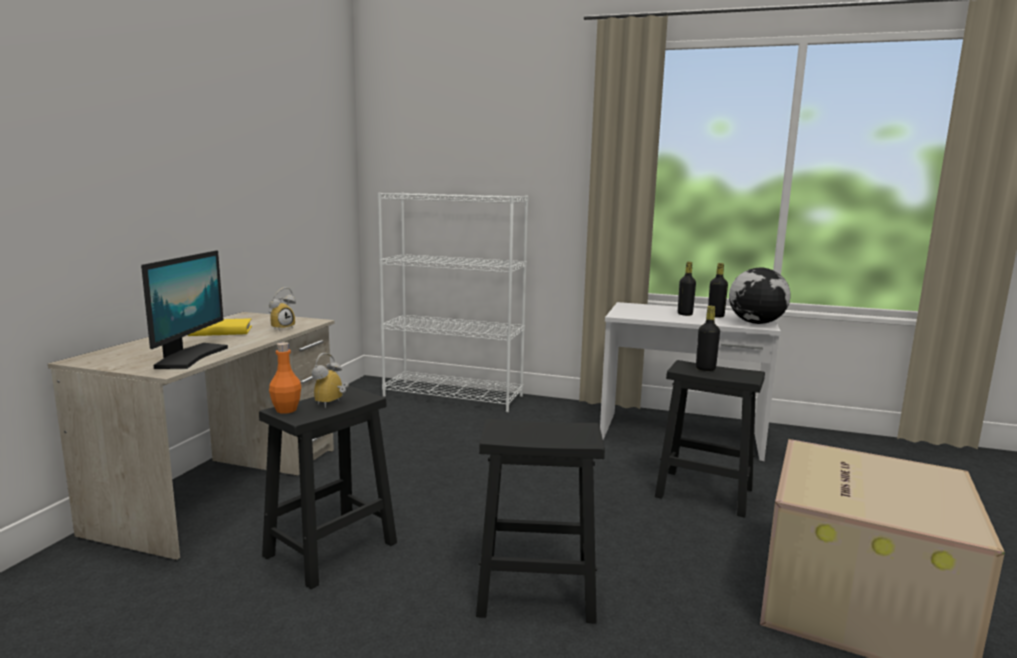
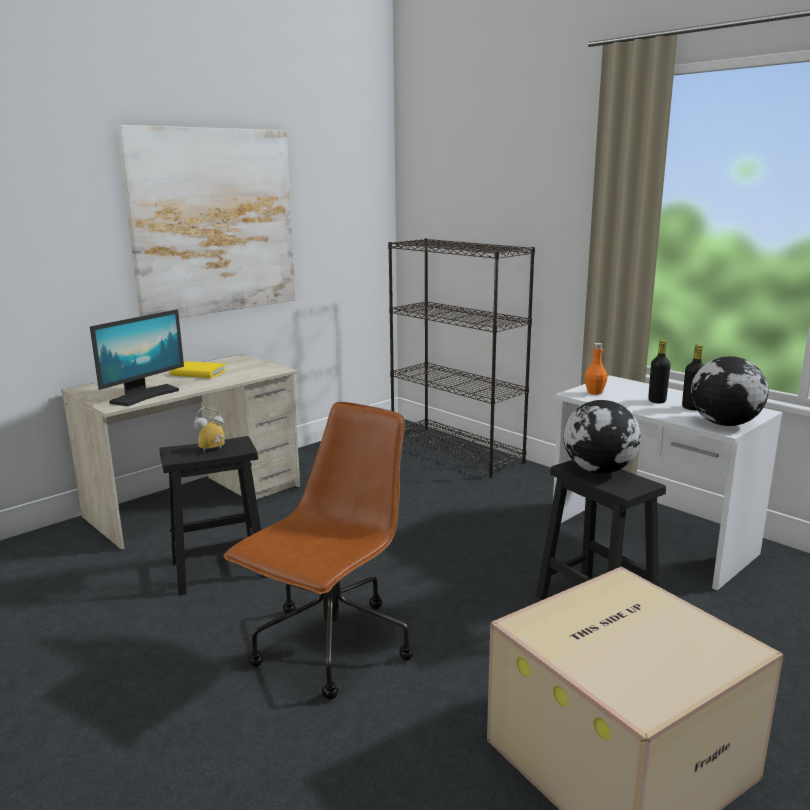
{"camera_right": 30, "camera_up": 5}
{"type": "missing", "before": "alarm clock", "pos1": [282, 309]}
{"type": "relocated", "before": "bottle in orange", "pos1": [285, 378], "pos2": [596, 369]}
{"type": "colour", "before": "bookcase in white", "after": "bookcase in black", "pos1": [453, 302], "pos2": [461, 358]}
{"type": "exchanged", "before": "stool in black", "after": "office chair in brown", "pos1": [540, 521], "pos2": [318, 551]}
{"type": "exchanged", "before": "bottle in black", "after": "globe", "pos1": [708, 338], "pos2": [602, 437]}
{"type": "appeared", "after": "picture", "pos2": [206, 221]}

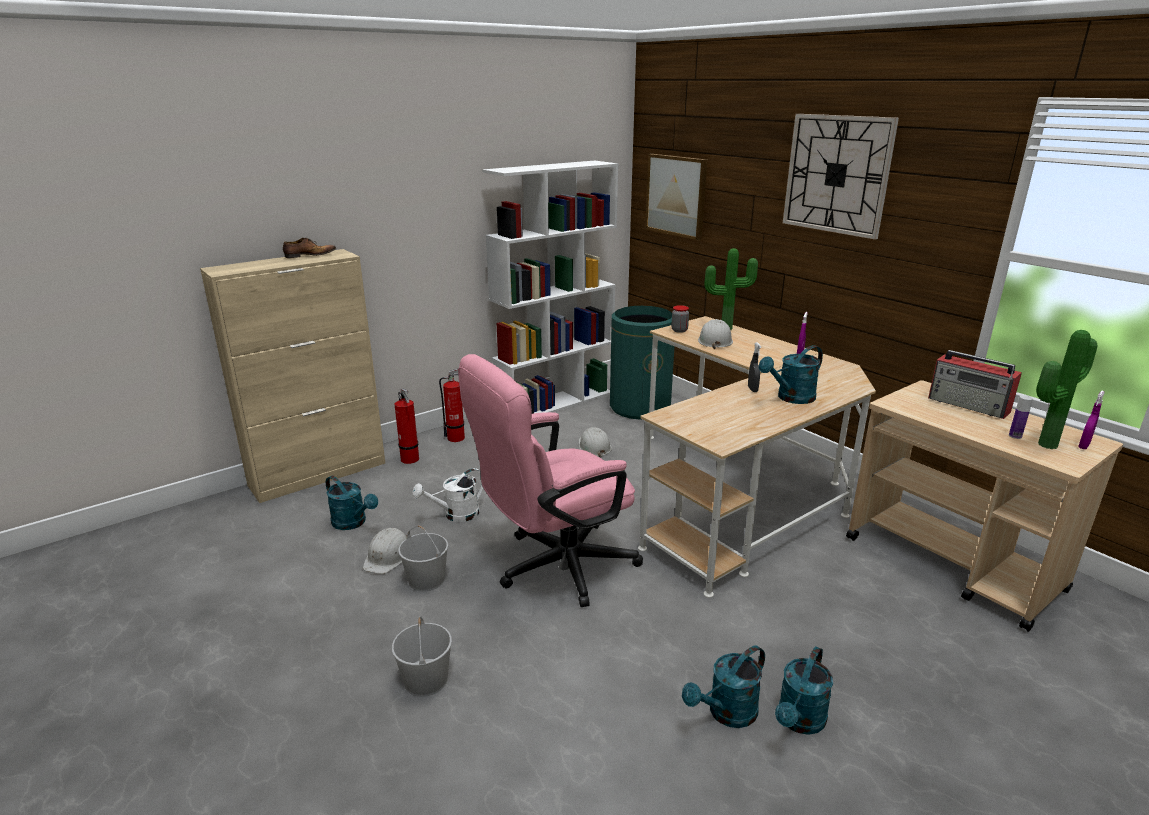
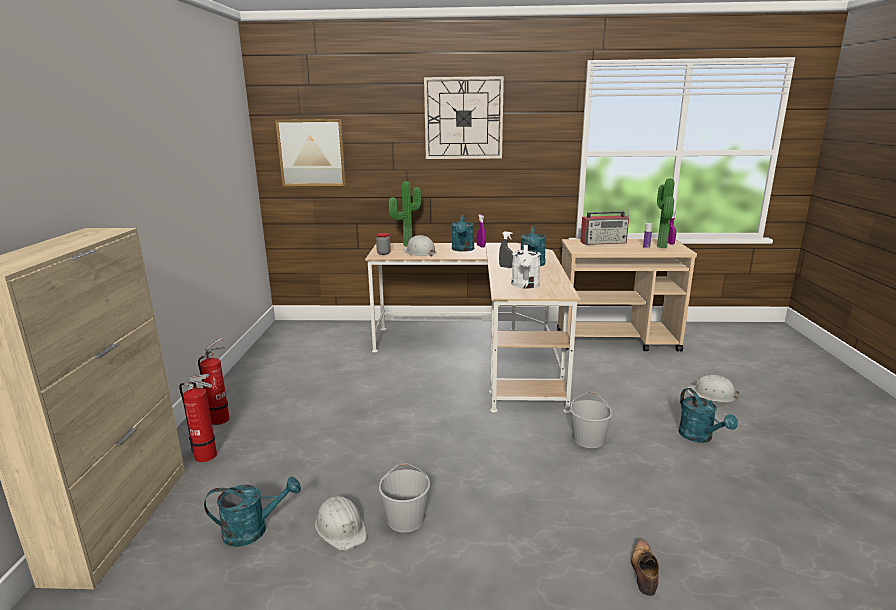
{"camera_right": -50, "camera_up": -5}
{"type": "relocated", "before": "shoe", "pos1": [309, 247], "pos2": [645, 567]}
{"type": "relocated", "before": "bucket in white", "pos1": [422, 656], "pos2": [591, 420]}
{"type": "relocated", "before": "watering can in white", "pos1": [447, 495], "pos2": [526, 265]}
{"type": "missing", "before": "office chair in pink", "pos1": [550, 480]}
{"type": "missing", "before": "bookcase in white", "pos1": [550, 287]}
{"type": "relocated", "before": "hard hat in white", "pos1": [595, 442], "pos2": [714, 389]}
{"type": "missing", "before": "trash can in green", "pos1": [642, 363]}
{"type": "relocated", "before": "watering can in turquoise", "pos1": [723, 686], "pos2": [463, 233]}

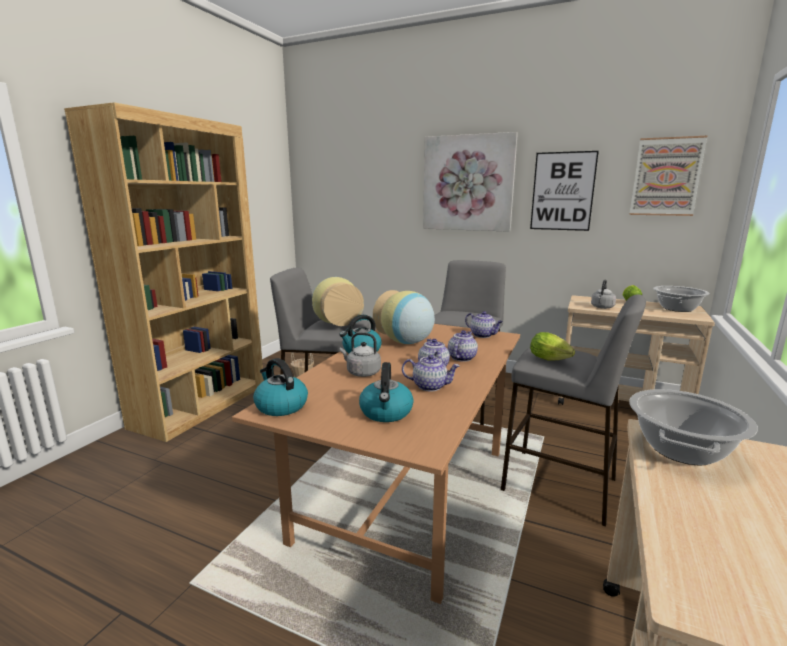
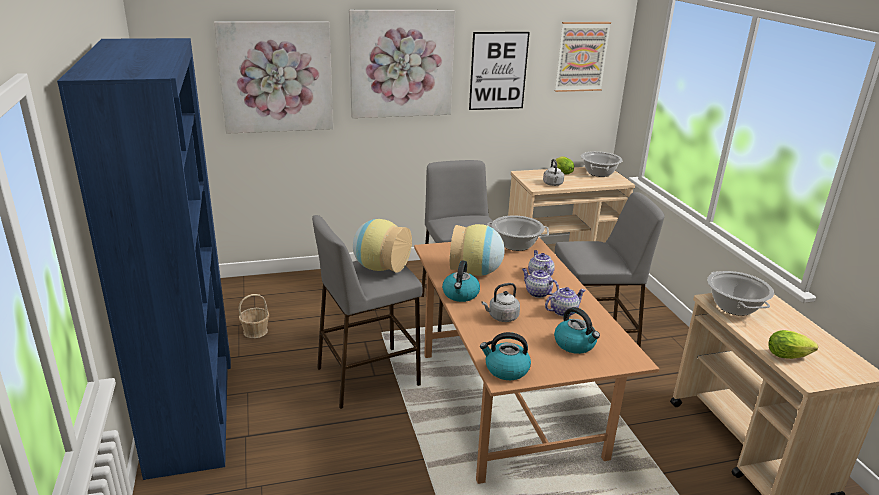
{"camera_right": -40, "camera_up": 10}
{"type": "colour", "before": "bookcase in brown", "after": "bookcase in blue", "pos1": [164, 272], "pos2": [144, 259]}
{"type": "exchanged", "before": "teapot", "after": "cooking pot", "pos1": [484, 324], "pos2": [518, 233]}
{"type": "relocated", "before": "lettuce", "pos1": [552, 346], "pos2": [793, 344]}
{"type": "appeared", "after": "picture", "pos2": [273, 77]}

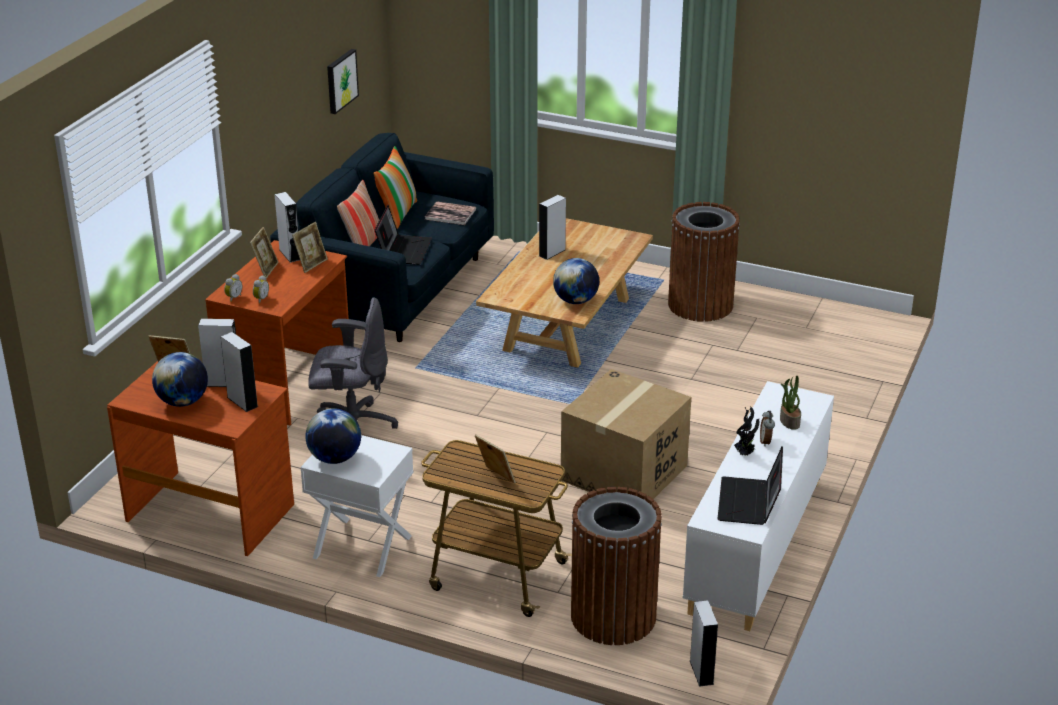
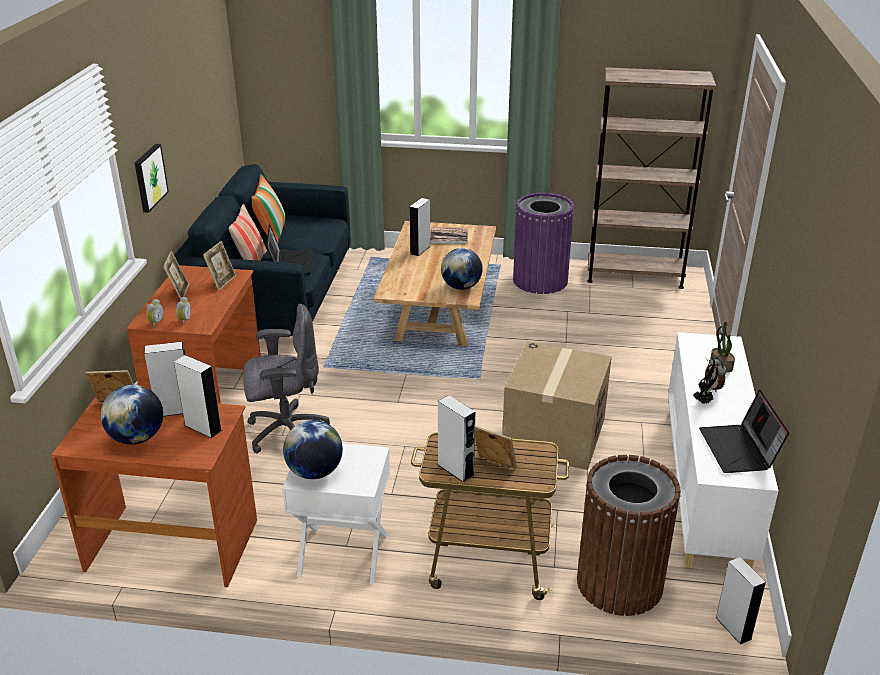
{"camera_right": -15, "camera_up": 0}
{"type": "relocated", "before": "speaker in grey", "pos1": [287, 227], "pos2": [456, 439]}
{"type": "relocated", "before": "picture", "pos1": [343, 81], "pos2": [152, 178]}
{"type": "relocated", "before": "book", "pos1": [450, 213], "pos2": [449, 235]}
{"type": "colour", "before": "trash can in brown", "after": "trash can in purple", "pos1": [704, 262], "pos2": [543, 243]}
{"type": "appeared", "after": "bookcase in brown", "pos2": [651, 178]}

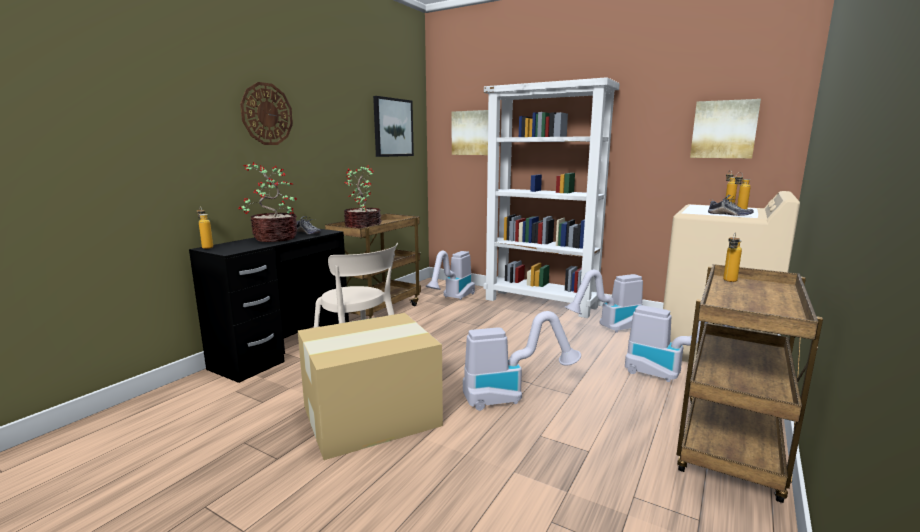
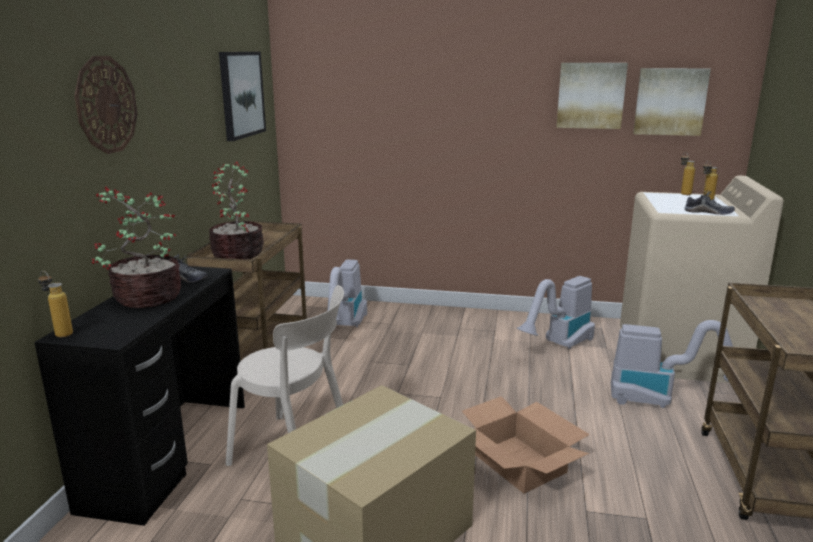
{"camera_right": -20, "camera_up": 5}
{"type": "relocated", "before": "picture", "pos1": [470, 132], "pos2": [592, 96]}
{"type": "exchanged", "before": "vacuum cleaner", "after": "cardboard box", "pos1": [522, 361], "pos2": [526, 444]}
{"type": "missing", "before": "bookcase in white", "pos1": [551, 197]}
{"type": "missing", "before": "bottle", "pos1": [732, 257]}

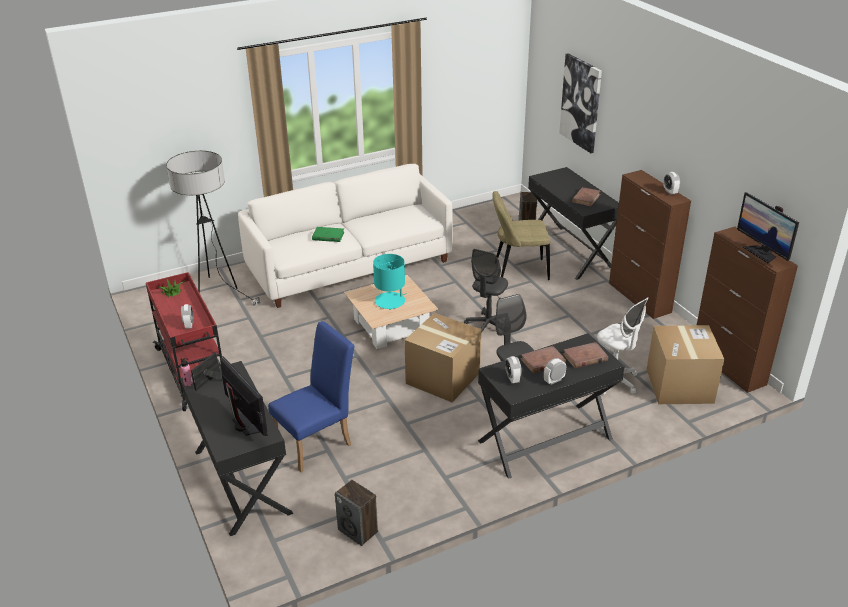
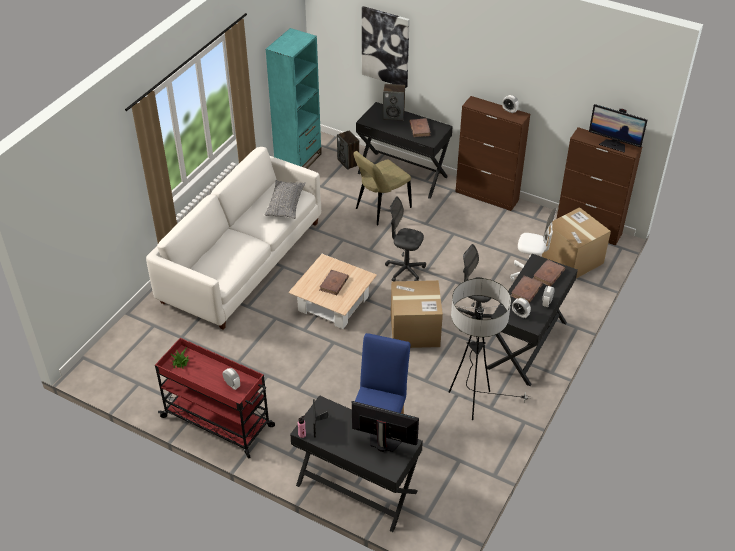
{"camera_right": -35, "camera_up": 10}
{"type": "relocated", "before": "floor lamp", "pos1": [213, 228], "pos2": [489, 349]}
{"type": "missing", "before": "book in green", "pos1": [328, 234]}
{"type": "relocated", "before": "speaker", "pos1": [356, 513], "pos2": [394, 102]}
{"type": "exchanged", "before": "table lamp in turquoise", "after": "book in brown", "pos1": [390, 282], "pos2": [334, 282]}
{"type": "spun", "before": "office chair in grey", "pos1": [486, 291], "pos2": [405, 238], "turn": 120}
{"type": "appeared", "after": "bookcase in turquoise", "pos2": [293, 98]}
{"type": "appeared", "after": "pillow in grey", "pos2": [285, 199]}

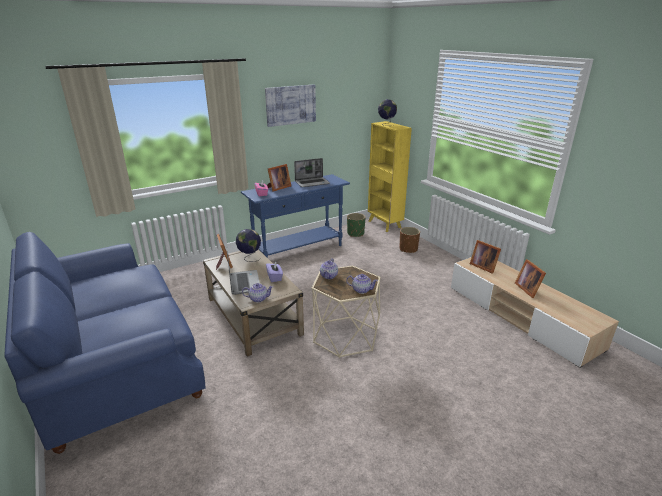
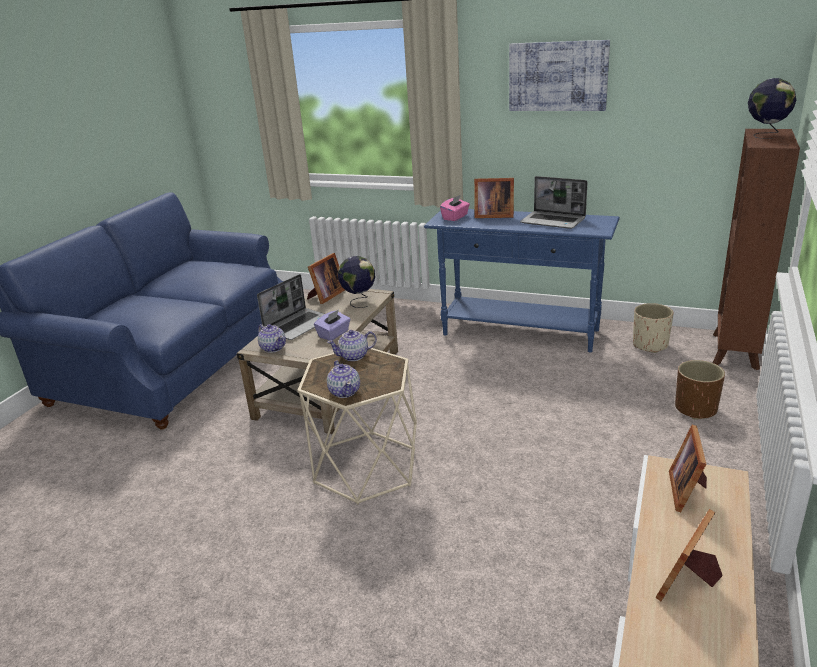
{"camera_right": 55, "camera_up": 0}
{"type": "colour", "before": "planter in green", "after": "planter in beige", "pos1": [356, 225], "pos2": [653, 328]}
{"type": "colour", "before": "bookcase in yellow", "after": "bookcase in brown", "pos1": [390, 176], "pos2": [756, 249]}

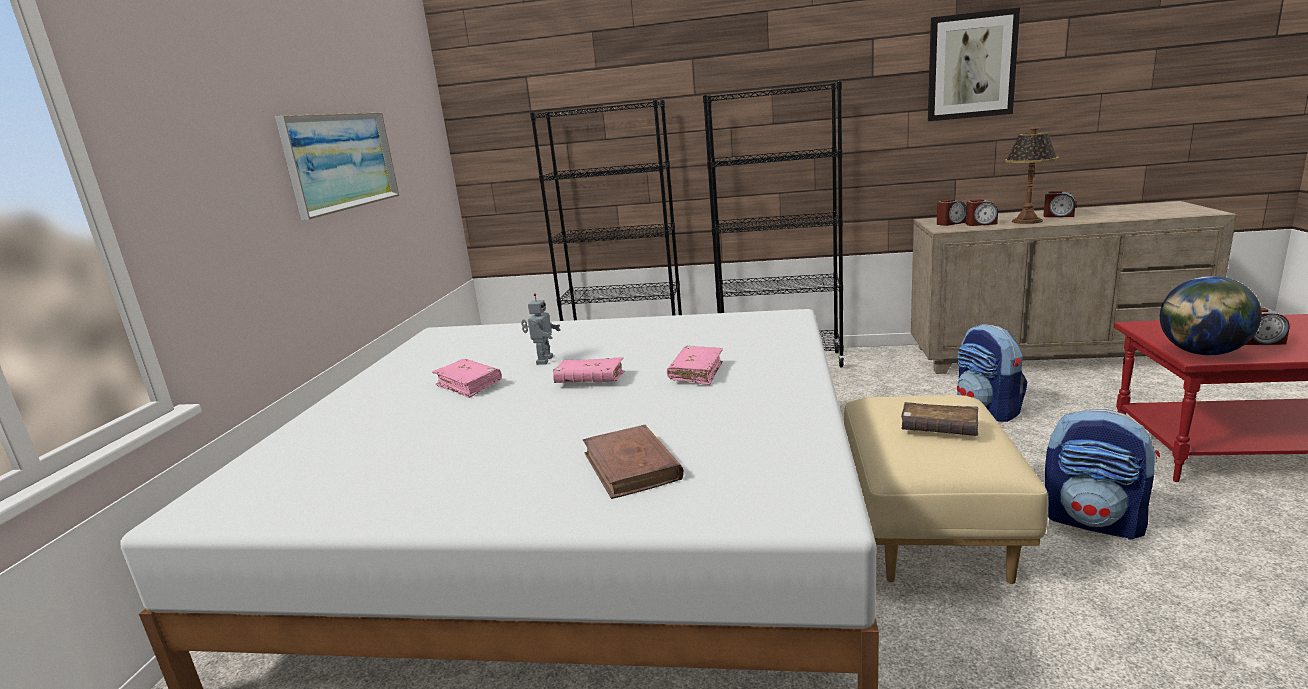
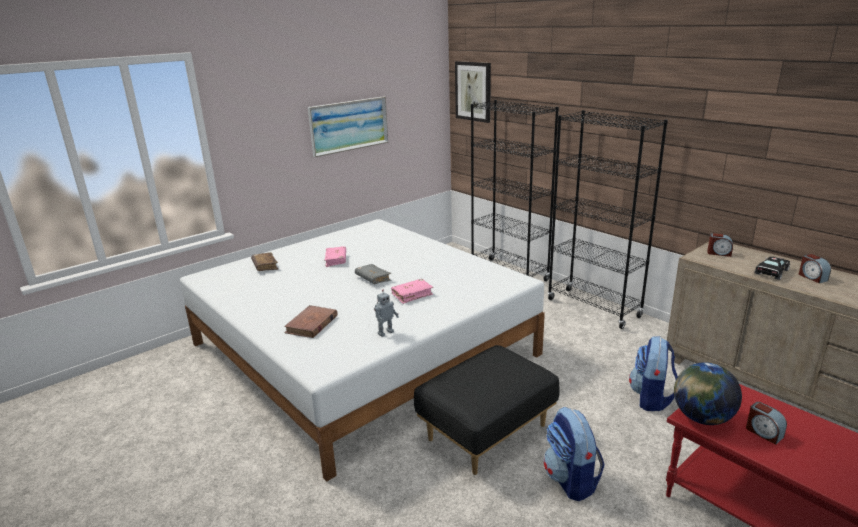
{"camera_right": 40, "camera_up": 5}
{"type": "relocated", "before": "toy robot", "pos1": [541, 329], "pos2": [386, 313]}
{"type": "colour", "before": "book in pink", "after": "book in grey", "pos1": [589, 370], "pos2": [373, 274]}
{"type": "colour", "before": "ottoman in beige", "after": "ottoman in black", "pos1": [945, 489], "pos2": [487, 410]}
{"type": "relocated", "before": "book in brown", "pos1": [939, 419], "pos2": [264, 261]}
{"type": "relocated", "before": "picture", "pos1": [974, 64], "pos2": [473, 92]}
{"type": "missing", "before": "alarm clock", "pos1": [982, 212]}
{"type": "exchanged", "before": "table lamp", "after": "toy car in black", "pos1": [1032, 175], "pos2": [772, 268]}

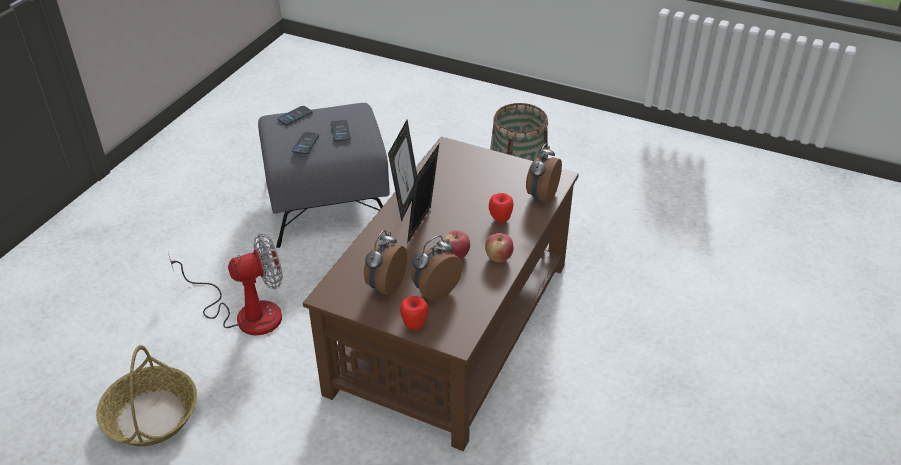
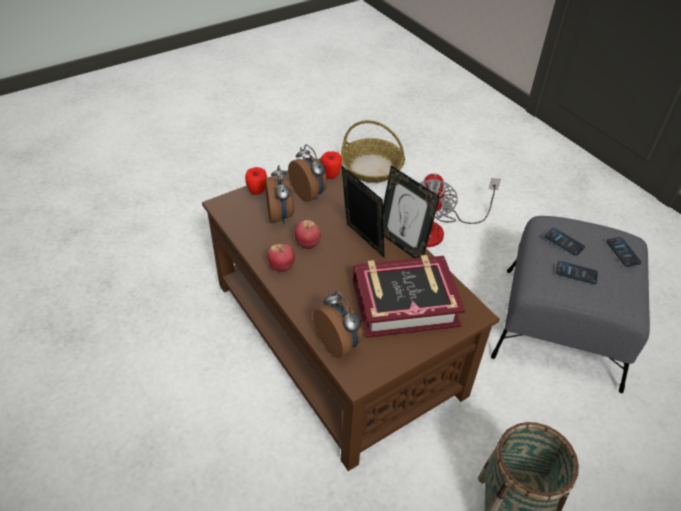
{"camera_right": 120, "camera_up": 5}
{"type": "relocated", "before": "apple", "pos1": [501, 208], "pos2": [331, 165]}
{"type": "appeared", "after": "book", "pos2": [409, 296]}

